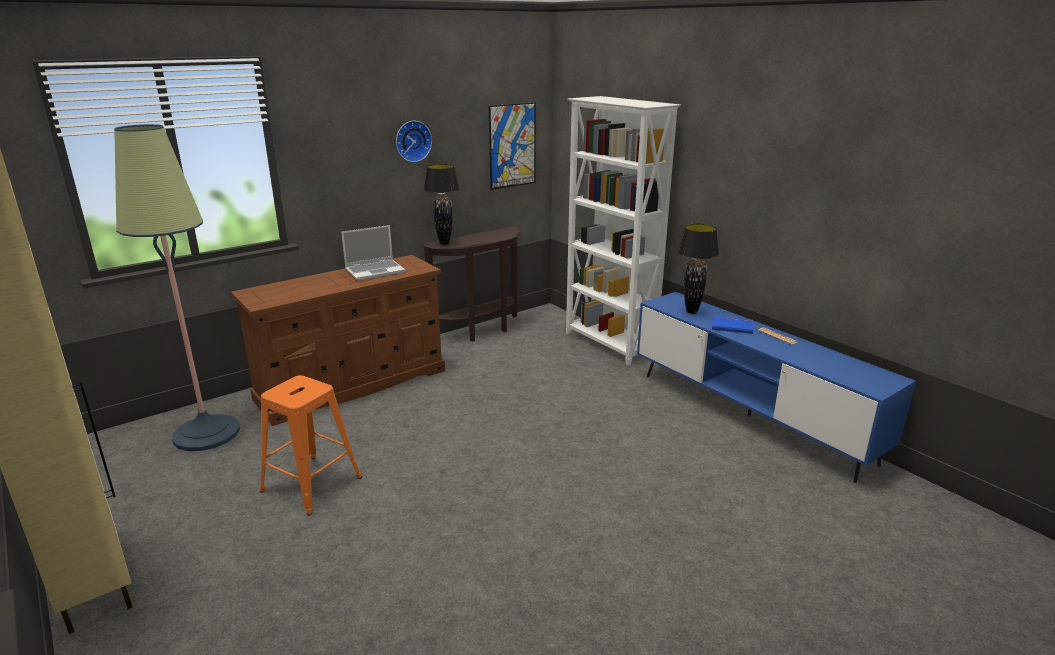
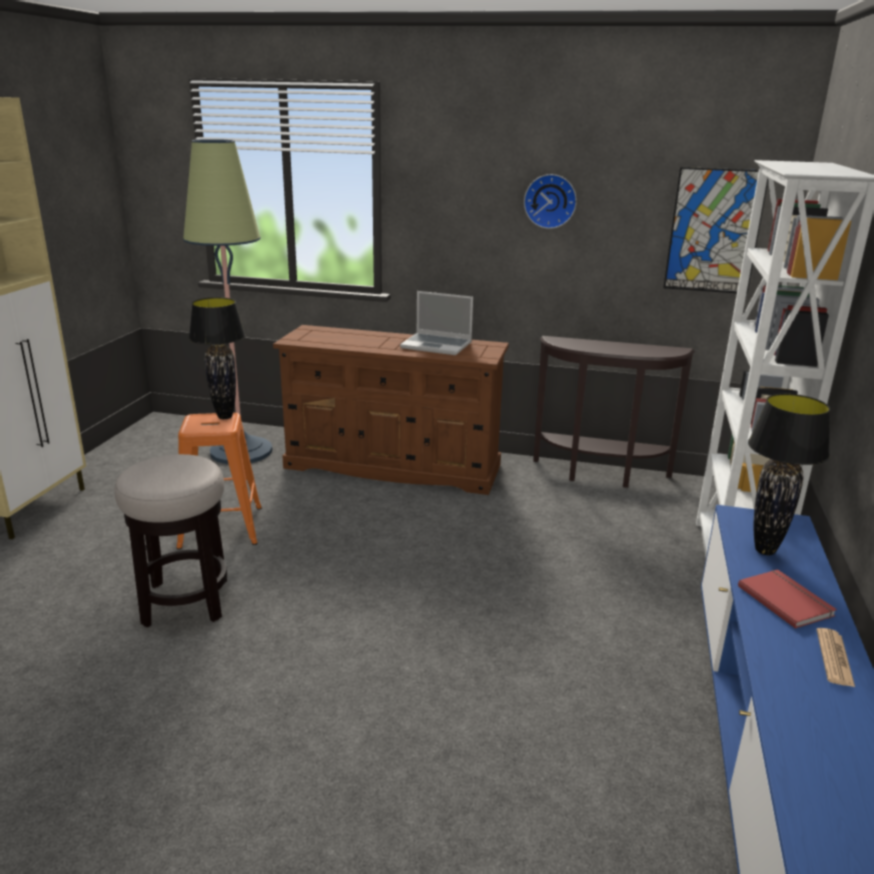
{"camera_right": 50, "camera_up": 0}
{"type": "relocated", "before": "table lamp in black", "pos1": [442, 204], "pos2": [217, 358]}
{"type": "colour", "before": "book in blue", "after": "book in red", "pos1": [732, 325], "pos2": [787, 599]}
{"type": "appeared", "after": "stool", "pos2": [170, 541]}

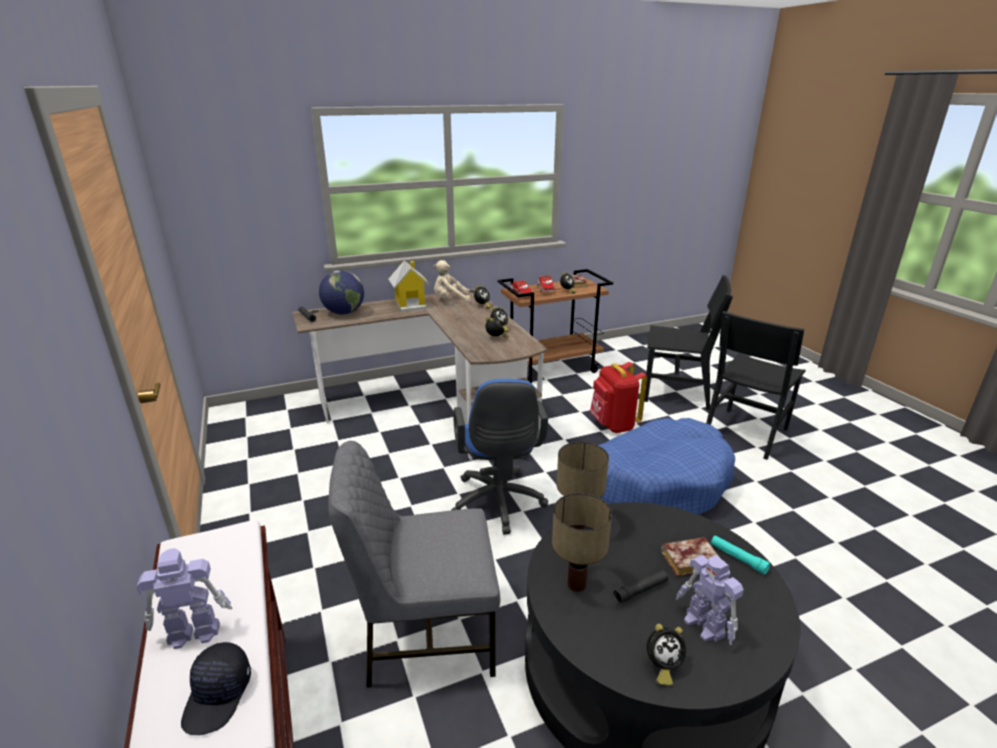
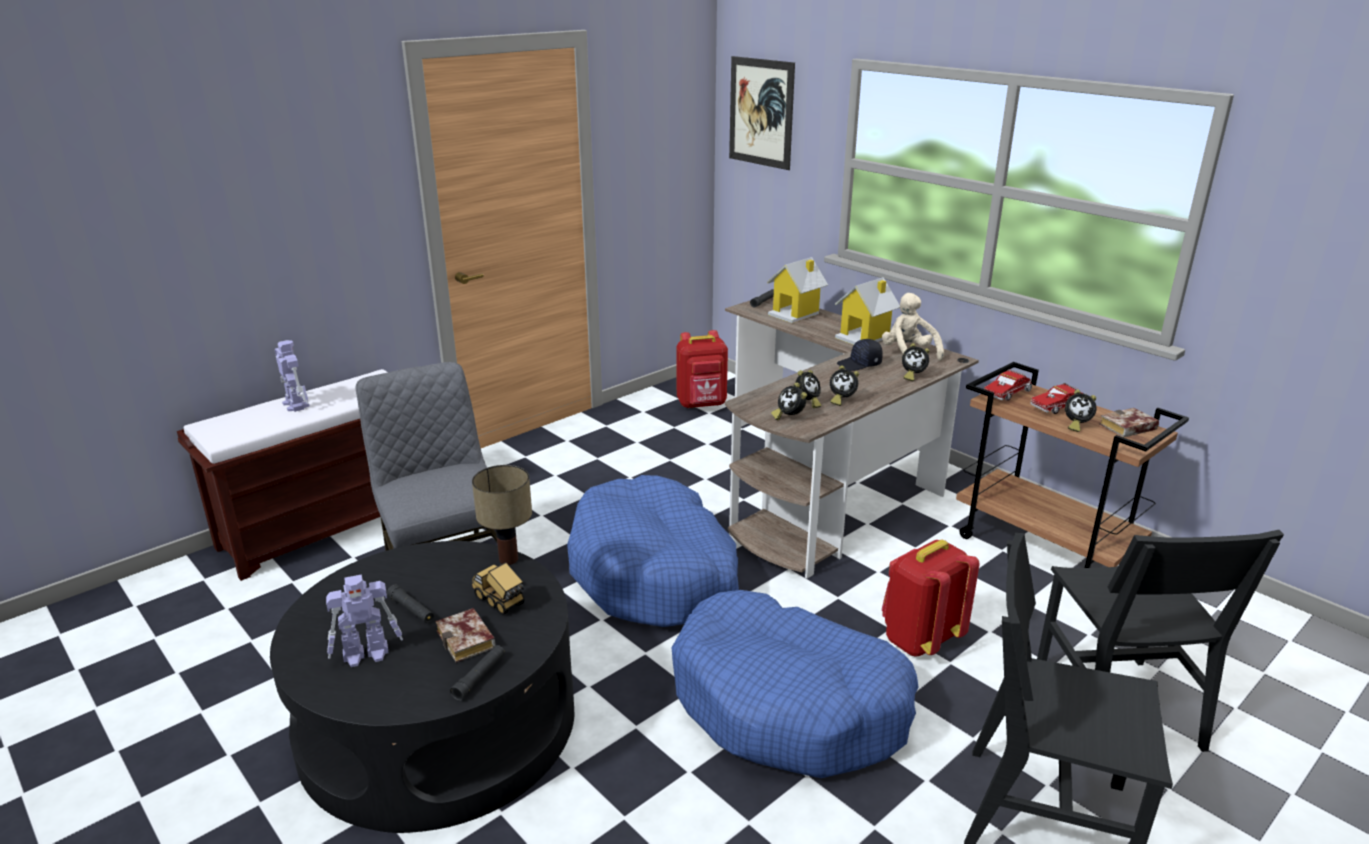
{"camera_right": 70, "camera_up": 0}
{"type": "relocated", "before": "cap in black", "pos1": [216, 688], "pos2": [860, 355]}
{"type": "exchanged", "before": "globe", "after": "toy house", "pos1": [341, 292], "pos2": [797, 290]}
{"type": "exchanged", "before": "office chair in blue", "after": "dog bed in blue", "pos1": [500, 457], "pos2": [653, 551]}
{"type": "missing", "before": "table lamp", "pos1": [582, 542]}
{"type": "relocated", "before": "alarm clock", "pos1": [666, 654], "pos2": [789, 401]}
{"type": "spun", "before": "toy robot", "pos1": [710, 600], "pos2": [364, 620], "turn": -150}
{"type": "colour", "before": "flashlight in turquoise", "after": "flashlight in black", "pos1": [740, 555], "pos2": [477, 673]}
{"type": "appeared", "after": "toy truck", "pos2": [498, 588]}
{"type": "appeared", "after": "backpack in red", "pos2": [702, 369]}
{"type": "appeared", "after": "picture", "pos2": [762, 113]}

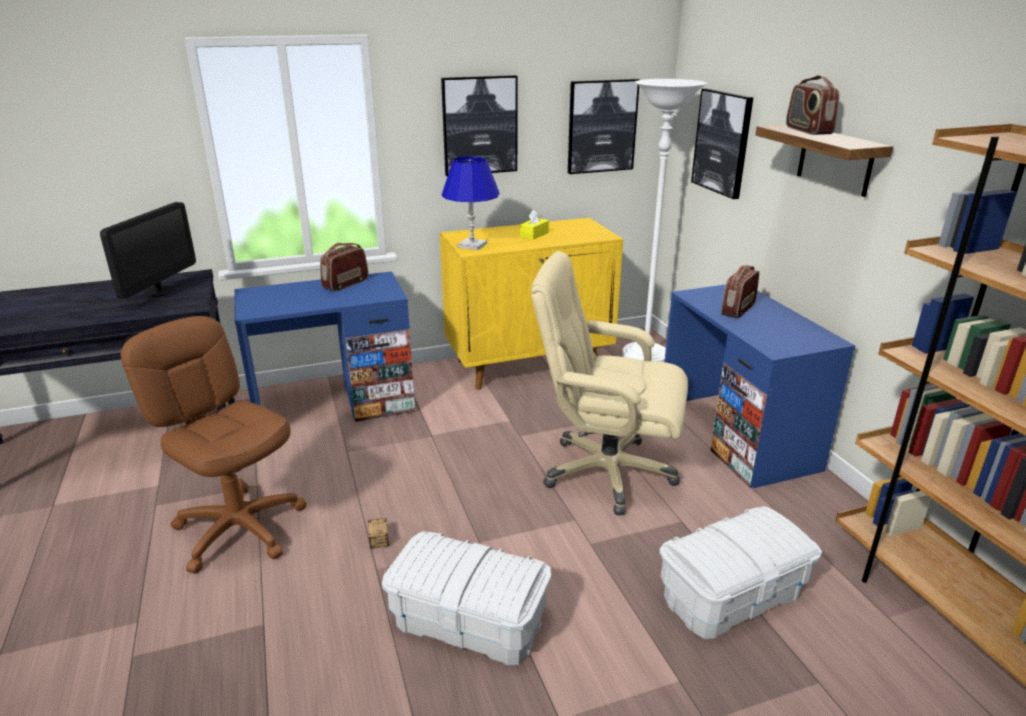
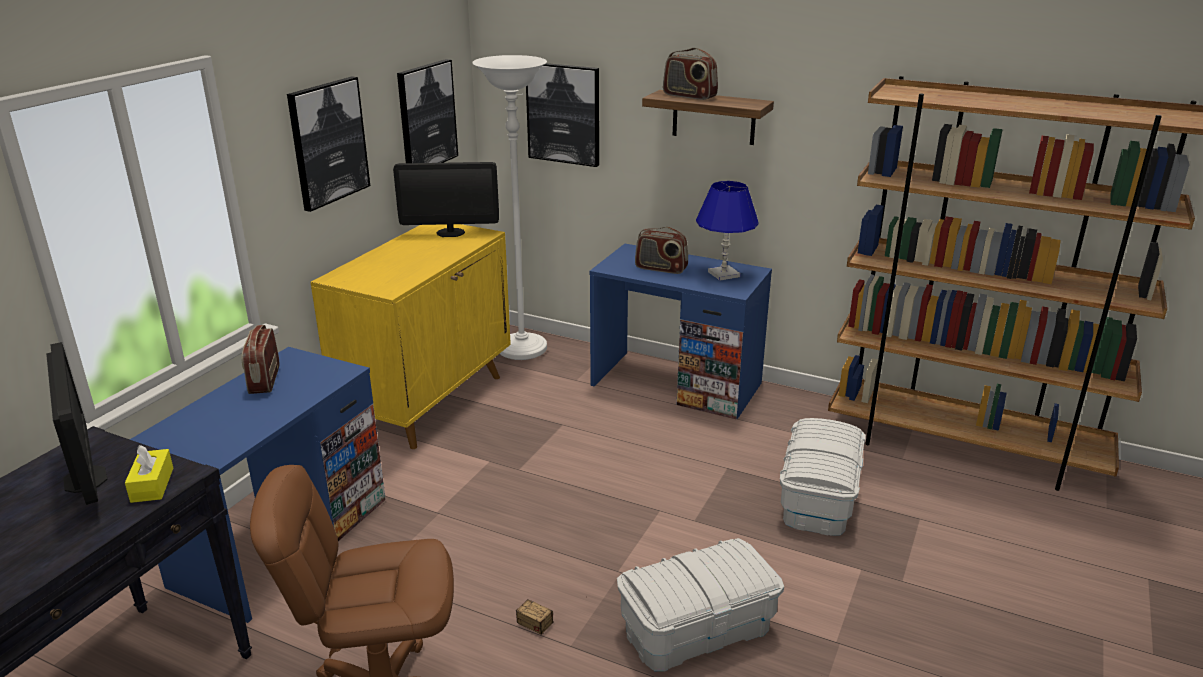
{"camera_right": -45, "camera_up": 0}
{"type": "relocated", "before": "table lamp in blue", "pos1": [471, 203], "pos2": [727, 231]}
{"type": "relocated", "before": "tissue box in yellow", "pos1": [534, 225], "pos2": [149, 474]}
{"type": "missing", "before": "office chair in beige", "pos1": [609, 383]}
{"type": "spun", "before": "radio", "pos1": [740, 291], "pos2": [661, 250], "turn": -60}
{"type": "appeared", "after": "monitor", "pos2": [446, 199]}

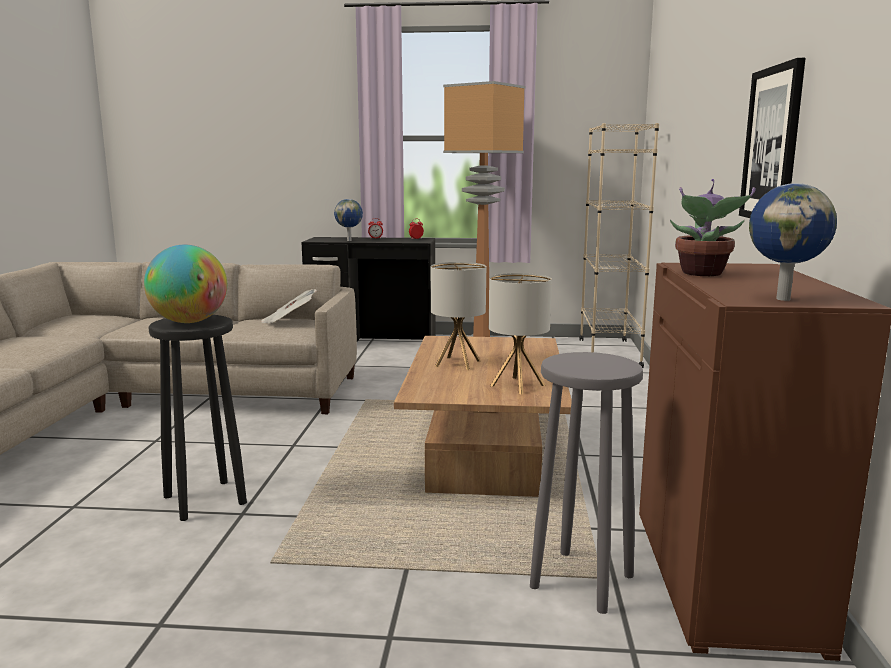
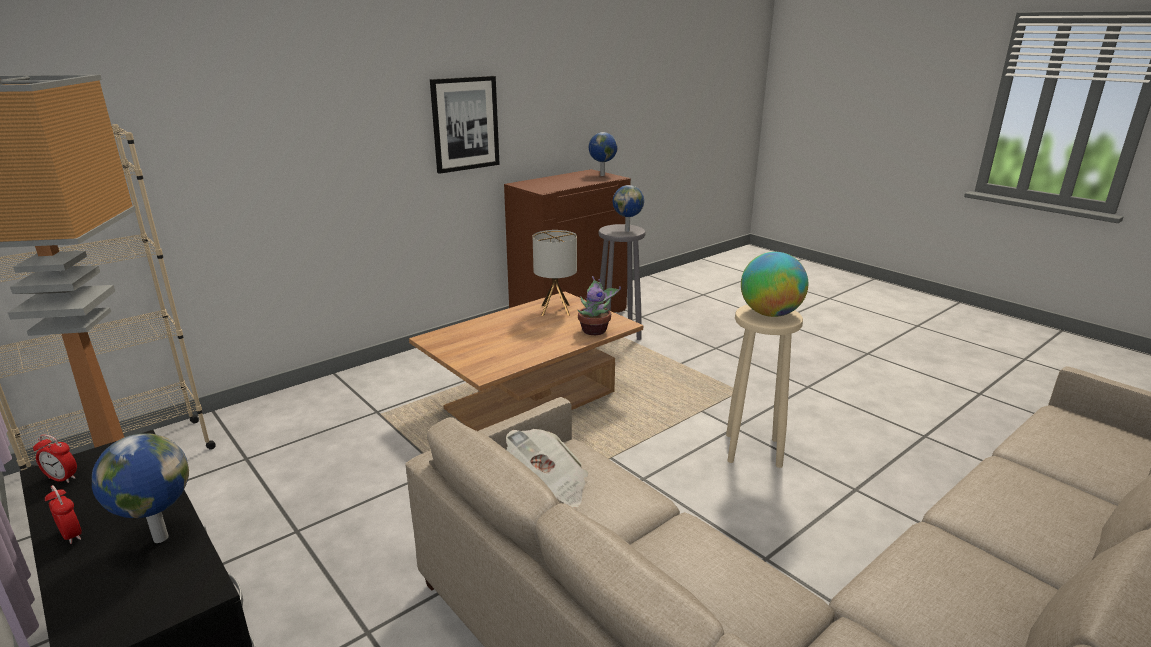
{"camera_right": -135, "camera_up": 10}
{"type": "colour", "before": "stool in black", "after": "stool in beige", "pos1": [197, 418], "pos2": [764, 386]}
{"type": "missing", "before": "table lamp", "pos1": [458, 316]}
{"type": "relocated", "before": "potted plant", "pos1": [713, 227], "pos2": [599, 305]}
{"type": "appeared", "after": "globe", "pos2": [628, 208]}

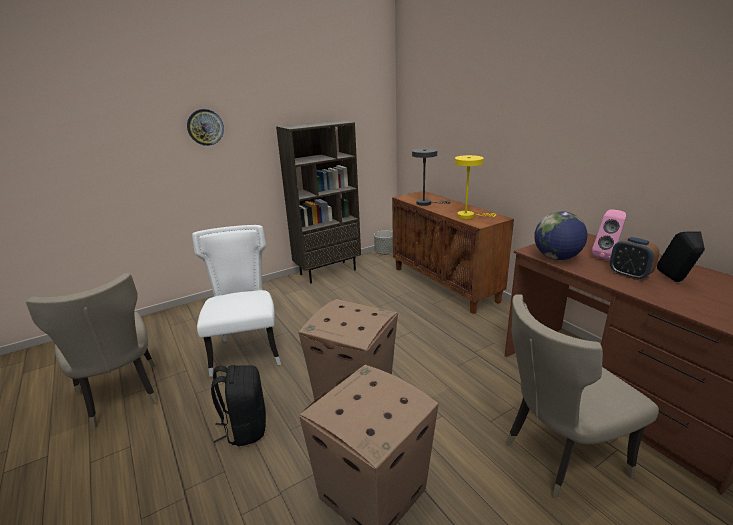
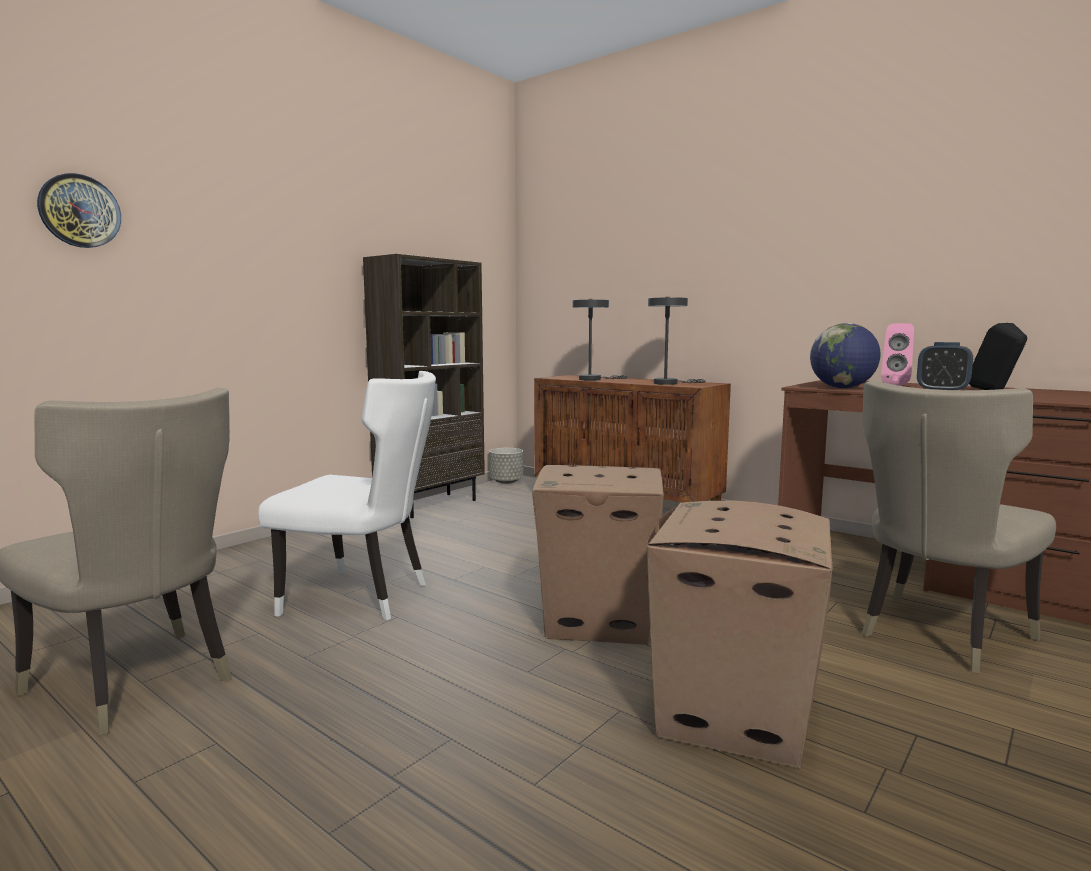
{"camera_right": -20, "camera_up": -15}
{"type": "relocated", "before": "wall clock", "pos1": [205, 127], "pos2": [79, 210]}
{"type": "spun", "before": "chair in white", "pos1": [236, 301], "pos2": [347, 495], "turn": 135}
{"type": "missing", "before": "backpack in black", "pos1": [238, 405]}
{"type": "colour", "before": "table lamp in yellow", "after": "table lamp in grey", "pos1": [475, 187], "pos2": [676, 341]}

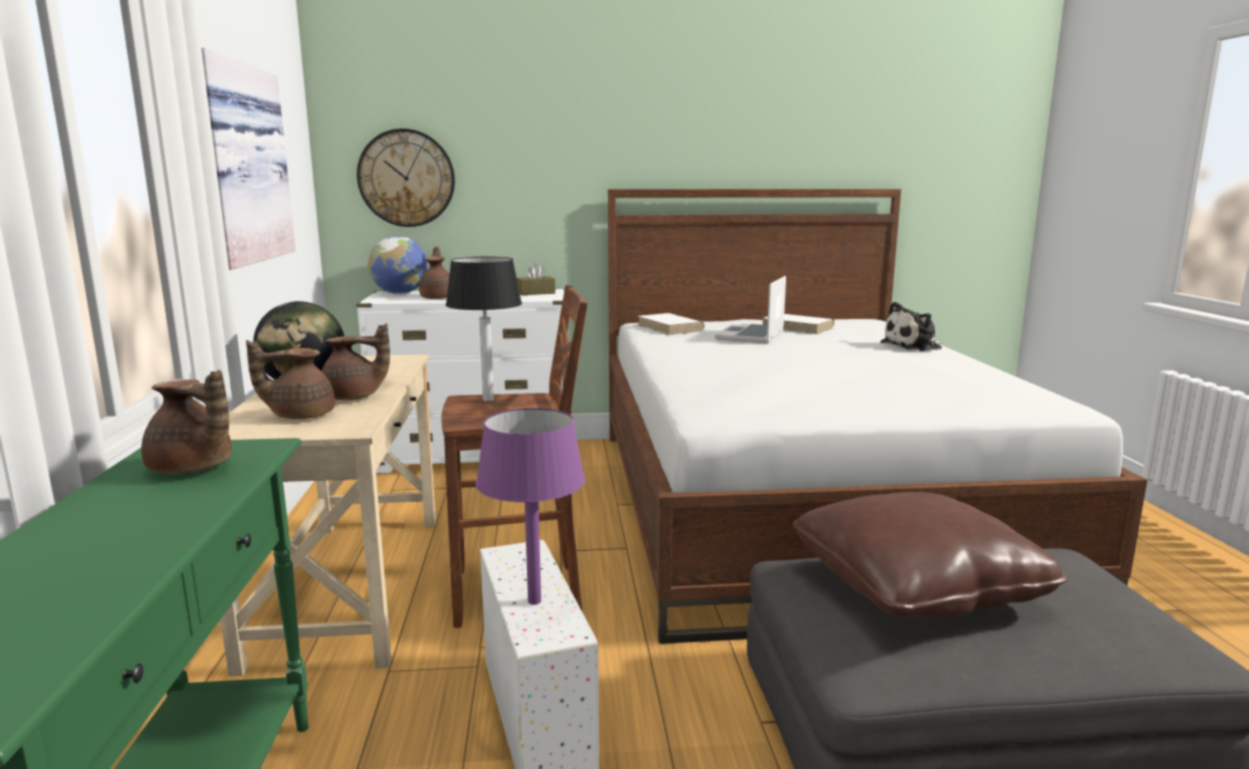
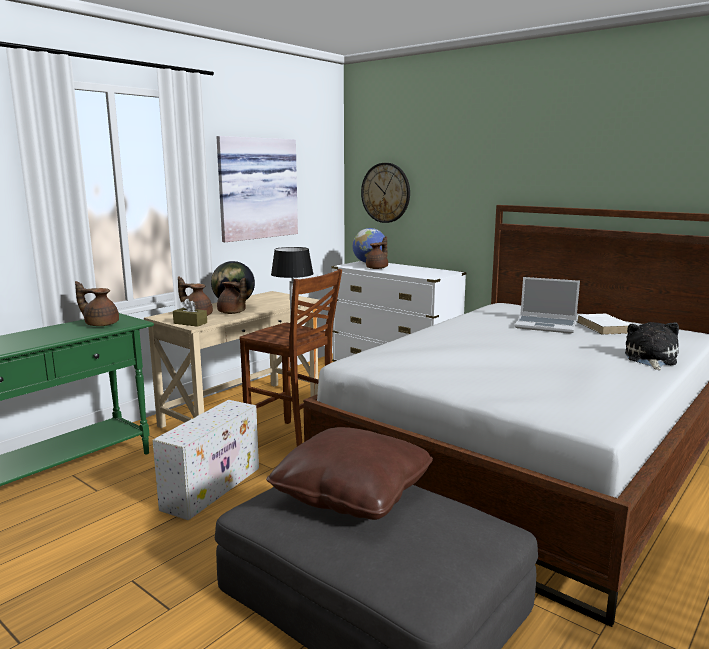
{"camera_right": 45, "camera_up": 0}
{"type": "spun", "before": "teapot in brown", "pos1": [186, 422], "pos2": [97, 303], "turn": 120}
{"type": "missing", "before": "table lamp in purple", "pos1": [530, 506]}
{"type": "relocated", "before": "tissue box in brown", "pos1": [536, 279], "pos2": [190, 313]}
{"type": "missing", "before": "book in white", "pos1": [671, 324]}
{"type": "spun", "before": "laptop", "pos1": [750, 309], "pos2": [547, 305], "turn": -135}
{"type": "spun", "before": "plush toy", "pos1": [911, 326], "pos2": [652, 346], "turn": 90}

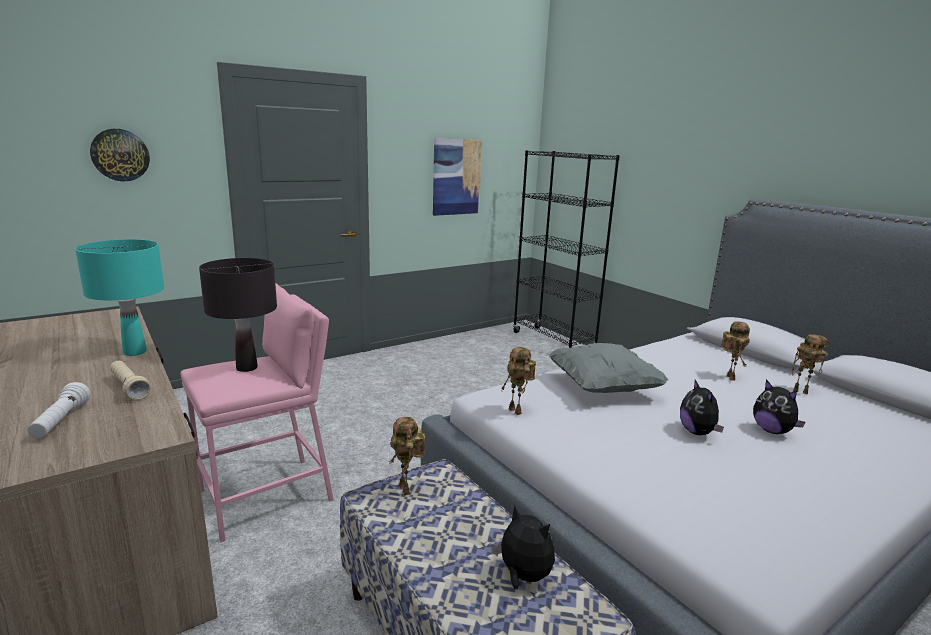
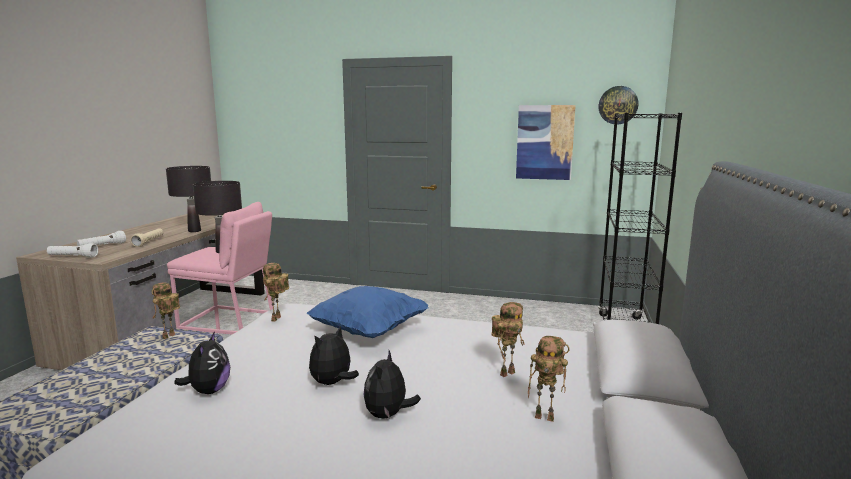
{"camera_right": 50, "camera_up": -5}
{"type": "colour", "before": "table lamp in turquoise", "after": "table lamp in black", "pos1": [119, 297], "pos2": [188, 199]}
{"type": "relocated", "before": "wall clock", "pos1": [120, 155], "pos2": [618, 105]}
{"type": "relocated", "before": "plush toy", "pos1": [523, 547], "pos2": [202, 362]}
{"type": "colour", "before": "pillow in grey", "after": "pillow in blue", "pos1": [609, 368], "pos2": [367, 312]}
{"type": "spun", "before": "toy robot", "pos1": [811, 364], "pos2": [549, 379], "turn": -60}
{"type": "appeared", "after": "flashlight in white", "pos2": [72, 250]}

